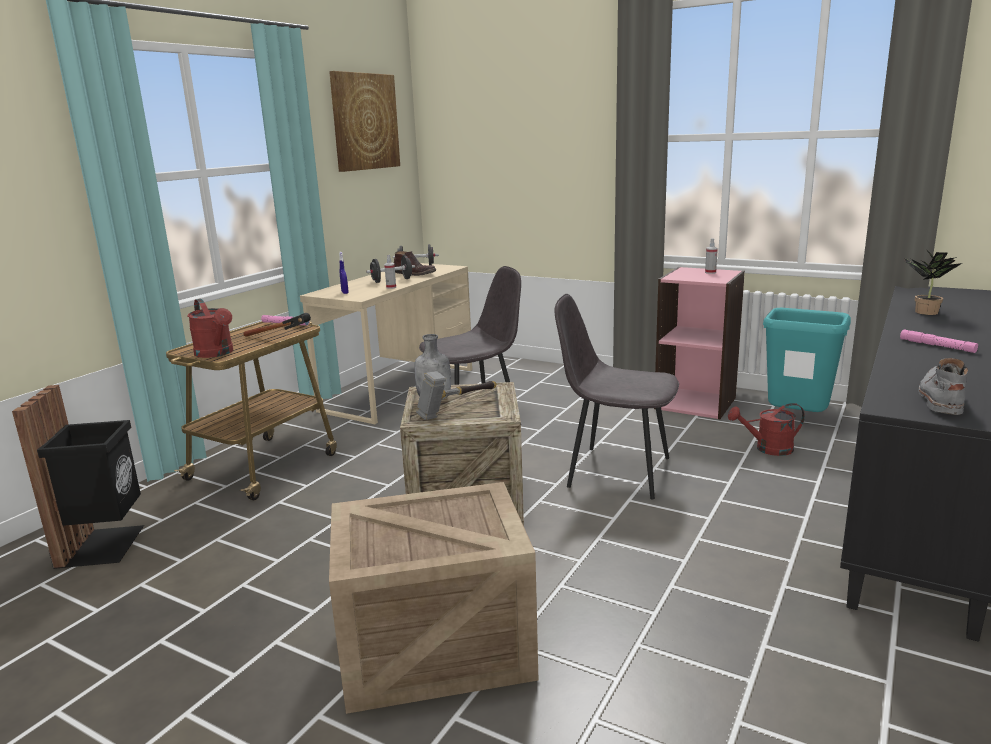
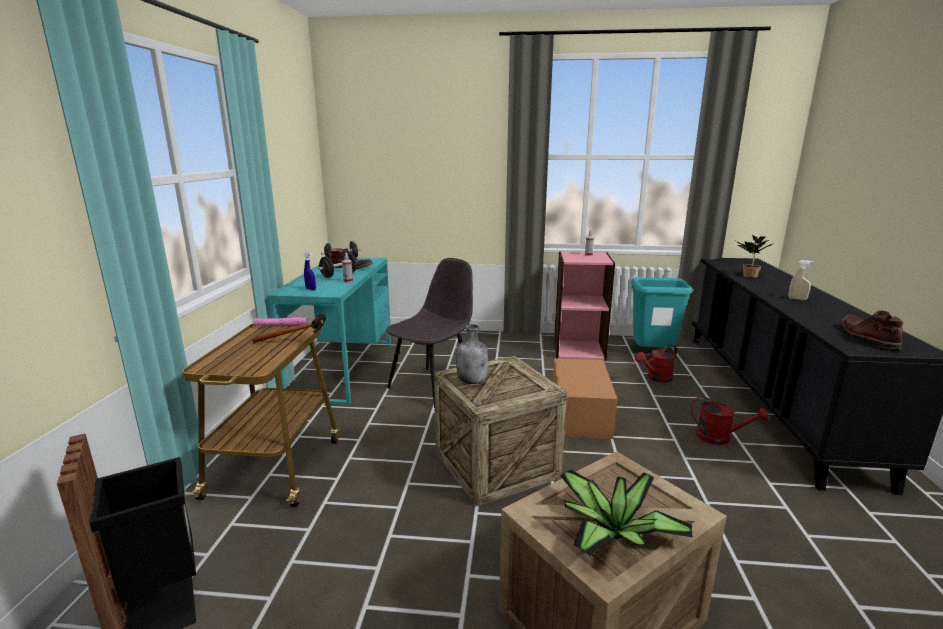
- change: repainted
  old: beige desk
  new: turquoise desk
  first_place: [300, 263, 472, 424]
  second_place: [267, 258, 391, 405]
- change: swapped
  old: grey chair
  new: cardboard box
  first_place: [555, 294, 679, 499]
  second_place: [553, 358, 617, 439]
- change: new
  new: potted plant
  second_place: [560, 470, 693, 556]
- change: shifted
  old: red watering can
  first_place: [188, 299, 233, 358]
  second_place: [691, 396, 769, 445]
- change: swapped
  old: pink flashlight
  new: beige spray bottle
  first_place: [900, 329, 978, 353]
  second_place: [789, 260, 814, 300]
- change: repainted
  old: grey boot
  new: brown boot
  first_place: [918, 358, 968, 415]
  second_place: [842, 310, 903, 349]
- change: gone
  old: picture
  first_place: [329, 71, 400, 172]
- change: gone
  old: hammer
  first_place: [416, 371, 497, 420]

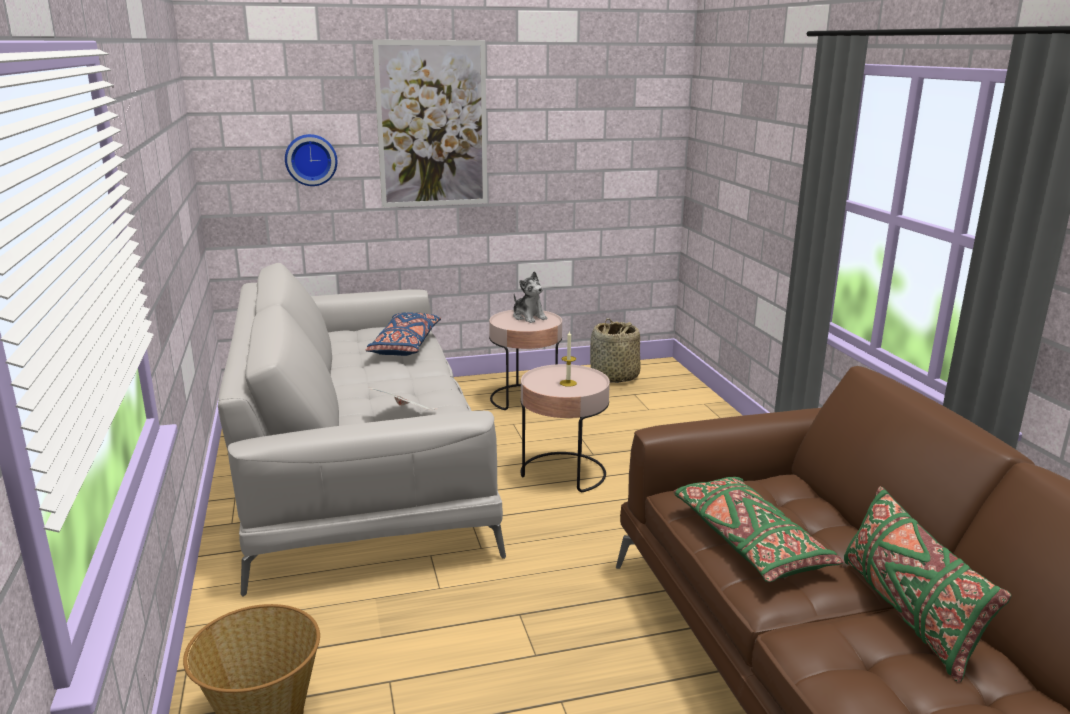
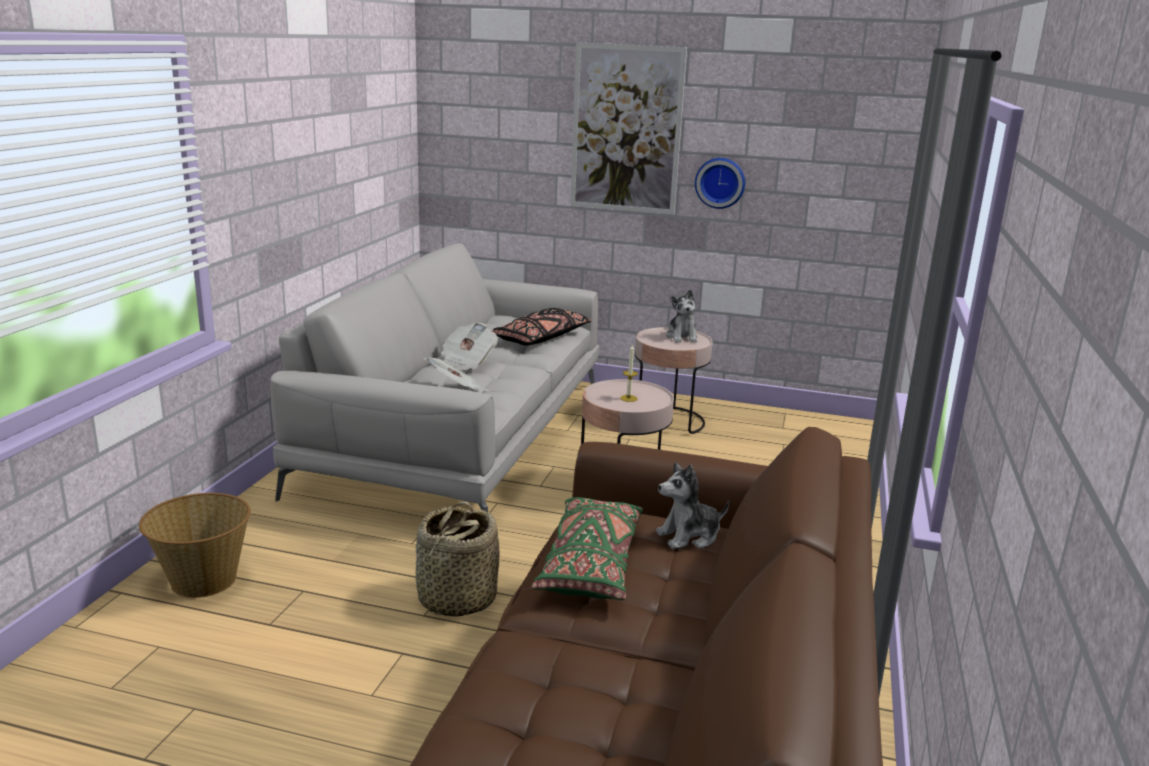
- change: shifted
  old: basket
  first_place: [590, 318, 640, 383]
  second_place: [416, 502, 500, 616]
- change: new
  new: newspaper
  second_place: [441, 323, 498, 370]
- change: repainted
  old: blue pillow
  new: black pillow
  first_place: [366, 312, 441, 356]
  second_place: [492, 308, 592, 346]
- change: new
  new: plush toy
  second_place: [656, 462, 729, 549]
- change: shifted
  old: wall clock
  first_place: [285, 134, 337, 186]
  second_place: [695, 158, 745, 209]
- change: gone
  old: green pillow
  first_place: [844, 486, 1011, 683]

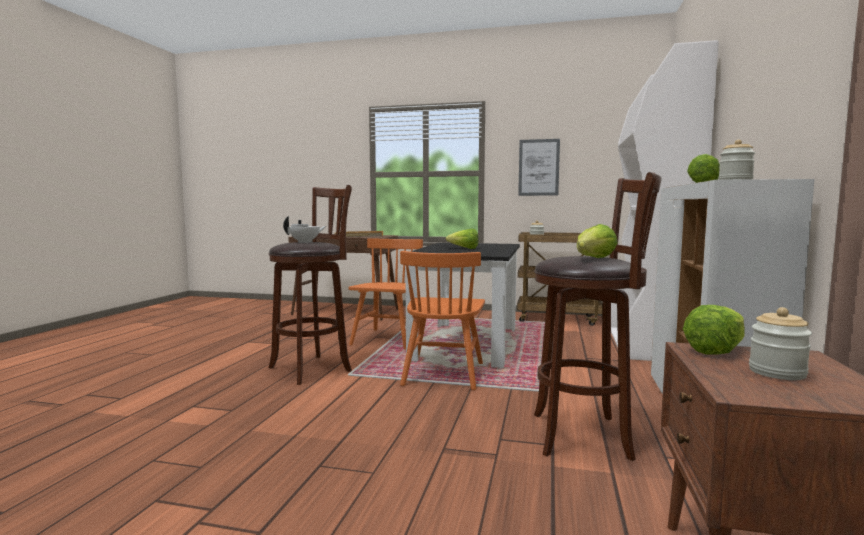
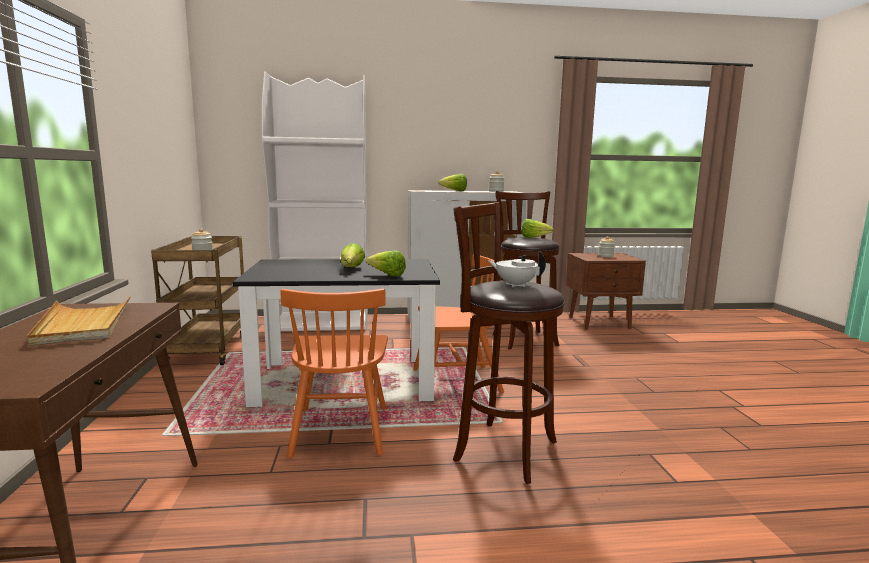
- change: rotated
  old: orange chair
  first_place: [349, 238, 423, 349]
  second_place: [280, 288, 388, 458]
  degrees: -90
- change: shifted
  old: lettuce
  first_place: [683, 305, 745, 355]
  second_place: [366, 250, 406, 277]
- change: gone
  old: picture
  first_place: [518, 139, 560, 196]

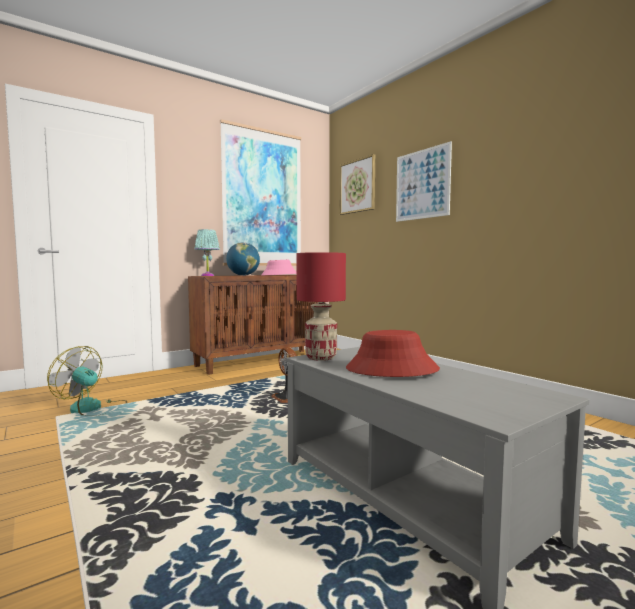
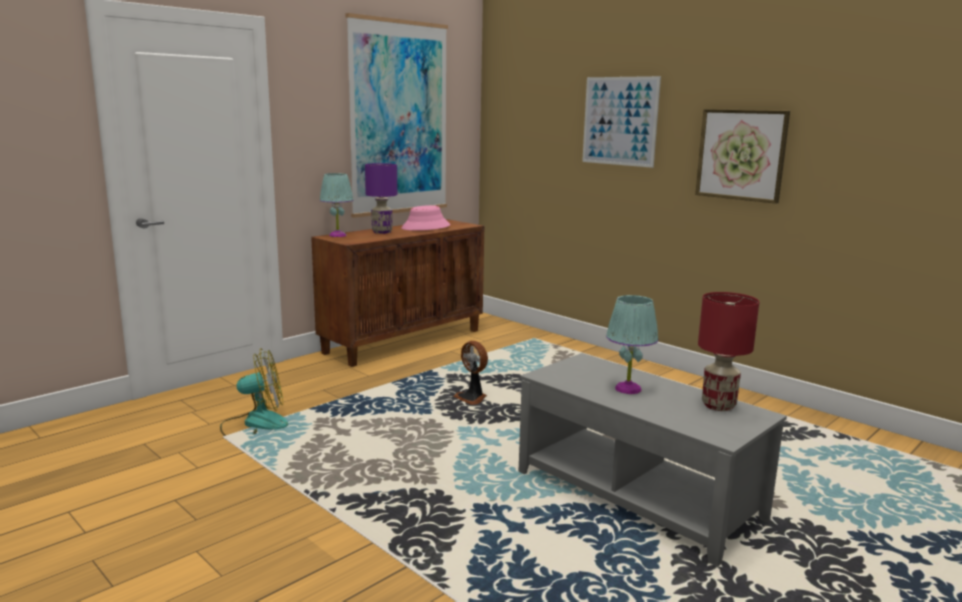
- change: rotated
  old: fan
  first_place: [47, 346, 127, 416]
  second_place: [220, 348, 288, 436]
  degrees: 150
- change: swapped
  old: globe
  new: purple table lamp
  first_place: [226, 242, 260, 276]
  second_place: [365, 163, 397, 234]
- change: swapped
  old: red hat
  new: turquoise table lamp
  first_place: [346, 330, 440, 377]
  second_place: [606, 295, 658, 394]
- change: shifted
  old: picture
  first_place: [339, 154, 375, 215]
  second_place: [695, 109, 790, 204]
- change: shifted
  old: red table lamp
  first_place: [296, 252, 346, 361]
  second_place: [698, 292, 759, 411]

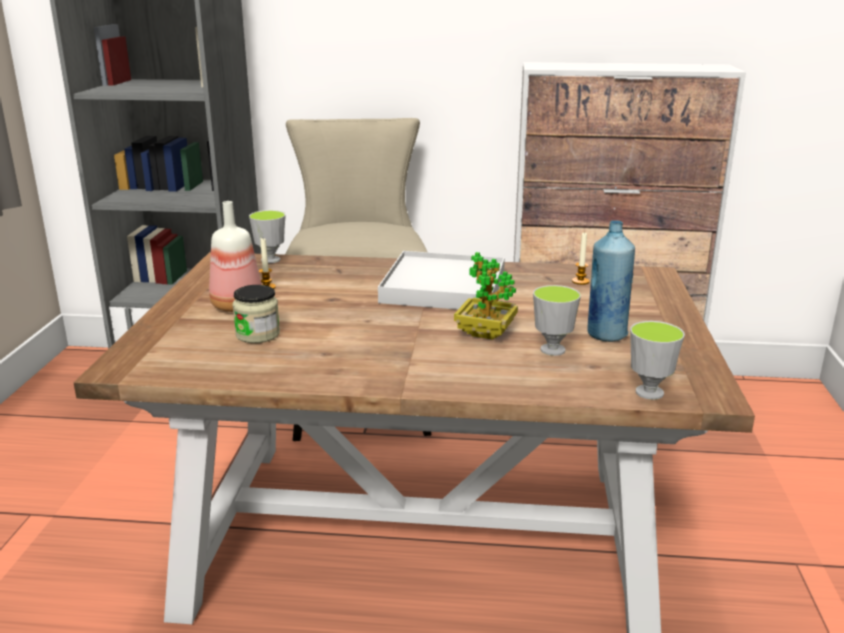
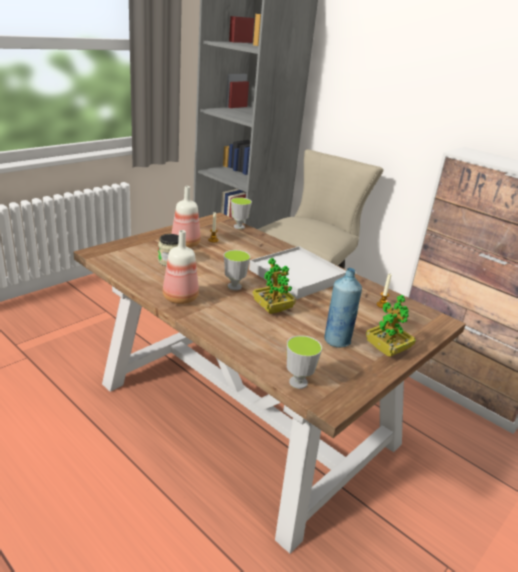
- change: new
  new: bottle
  second_place: [163, 230, 199, 304]
- change: shifted
  old: cup
  first_place: [533, 285, 581, 356]
  second_place: [224, 250, 251, 290]
- change: new
  new: potted plant
  second_place: [366, 295, 416, 356]

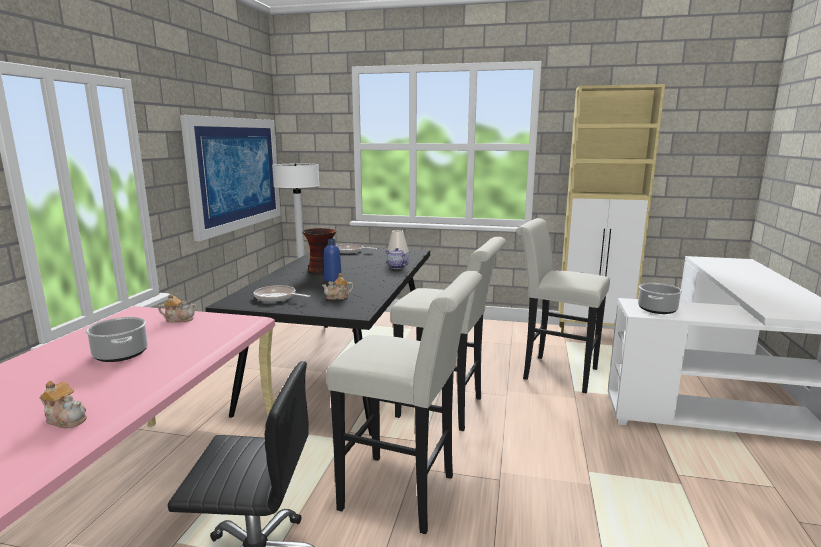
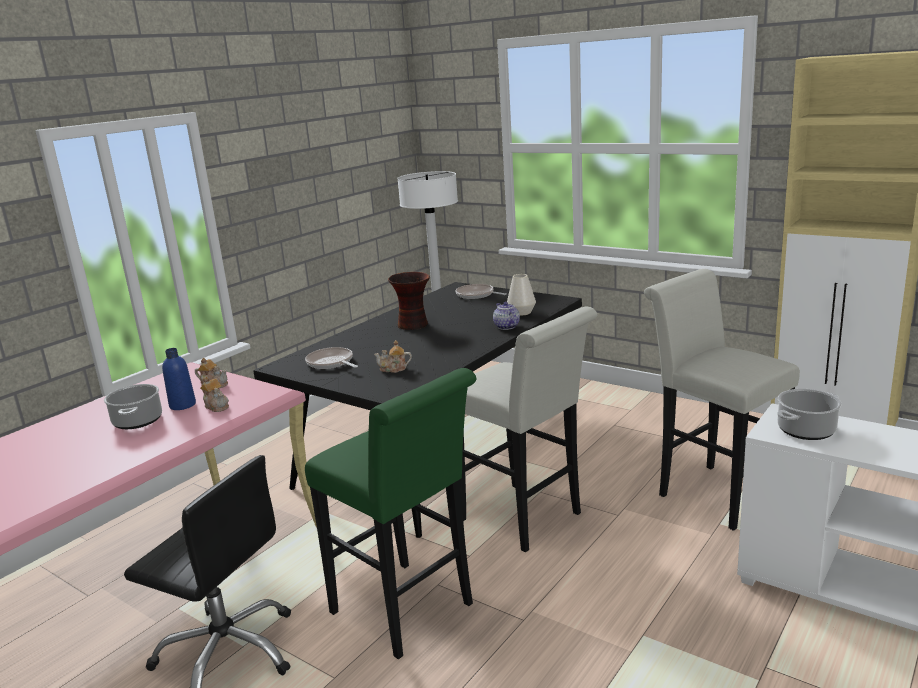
- change: shifted
  old: blue bottle
  first_place: [324, 239, 342, 282]
  second_place: [162, 348, 196, 410]
- change: shifted
  old: teapot
  first_place: [40, 380, 87, 428]
  second_place: [200, 377, 229, 412]
- change: repainted
  old: white stool
  new: green stool
  first_place: [326, 271, 482, 534]
  second_place: [305, 368, 476, 659]
- change: gone
  old: picture
  first_place: [180, 115, 281, 241]

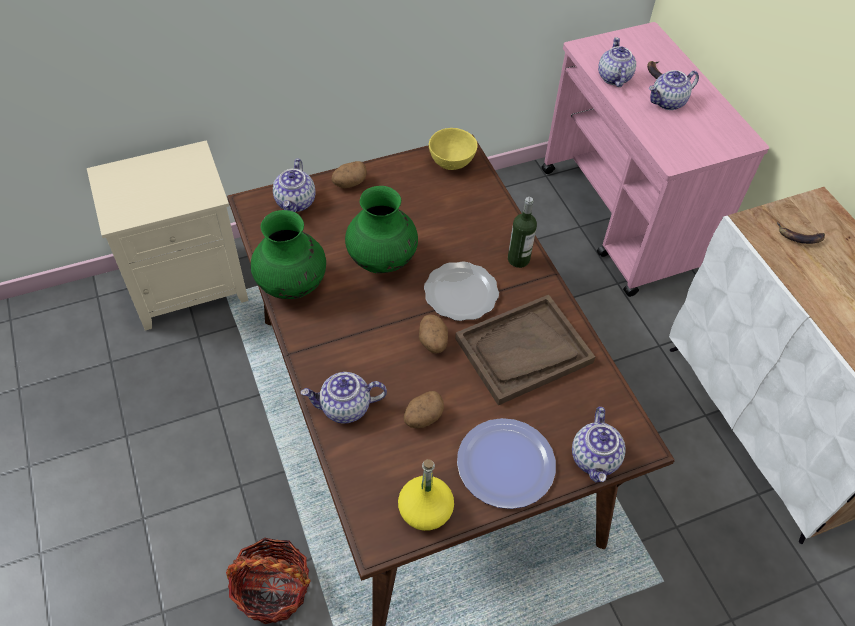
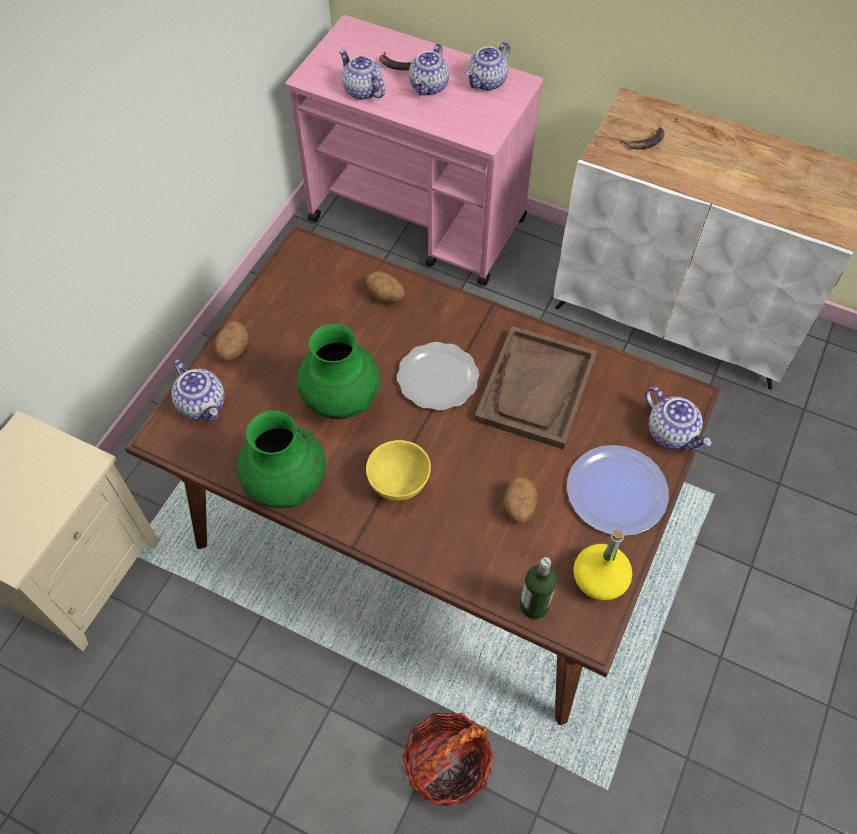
- change: shifted
  old: potato
  first_place: [419, 314, 448, 354]
  second_place: [366, 271, 405, 303]
- change: shifted
  old: yellow bowl
  first_place: [429, 128, 477, 170]
  second_place: [366, 440, 431, 501]
- change: shifted
  old: teapot
  first_place: [301, 372, 387, 424]
  second_place: [466, 42, 510, 91]
- change: shifted
  old: bottle
  first_place: [508, 197, 537, 268]
  second_place: [520, 557, 557, 619]

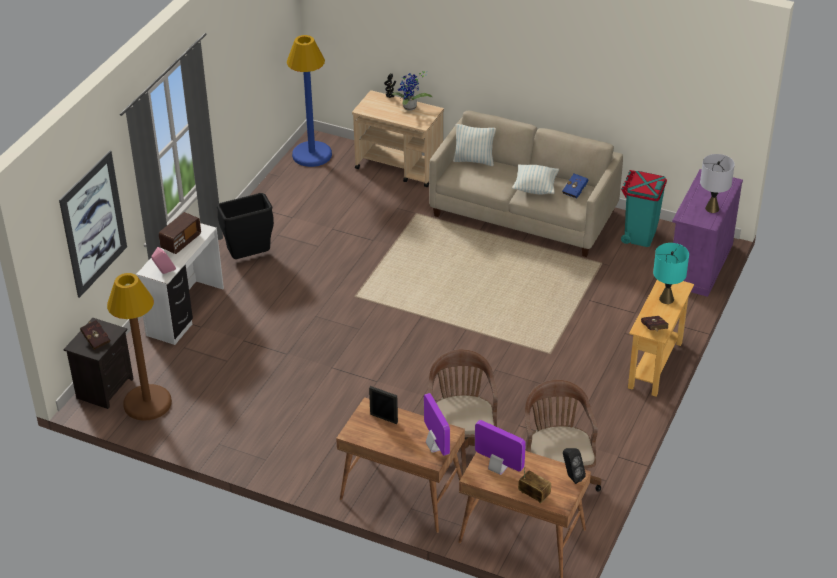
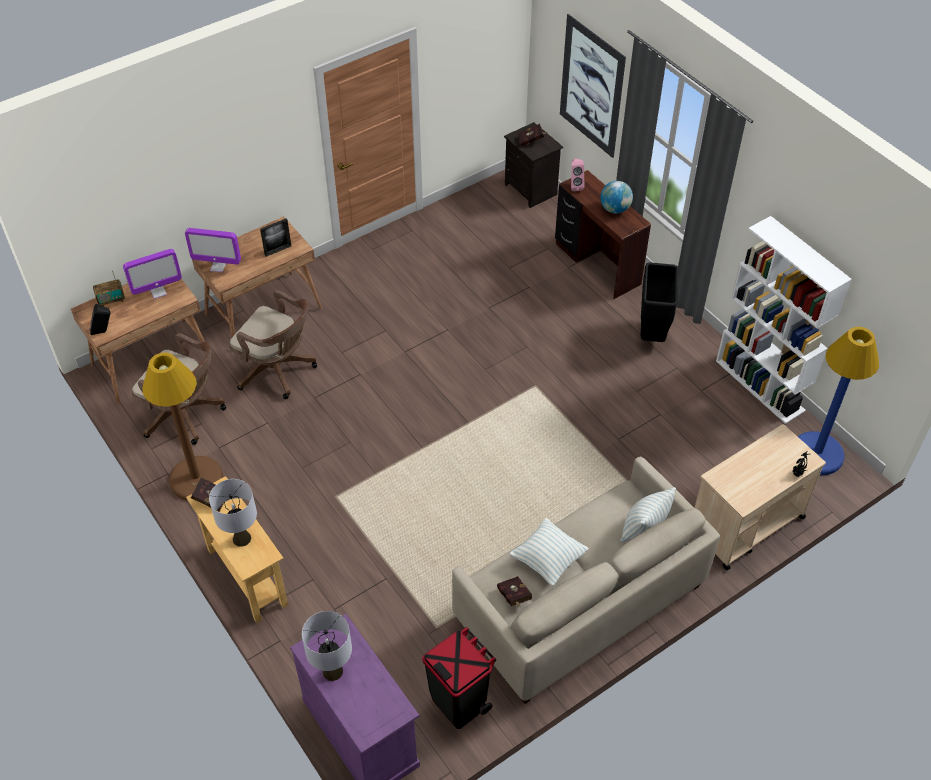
- change: shifted
  old: brown floor lamp
  first_place: [107, 273, 172, 421]
  second_place: [142, 352, 223, 501]
- change: repainted
  old: turquoise table lamp
  new: grey table lamp
  first_place: [653, 243, 689, 304]
  second_place: [209, 479, 257, 547]
- change: repainted
  old: turquoise trash can
  new: black trash can
  first_place: [621, 170, 667, 247]
  second_place: [422, 627, 497, 729]
- change: repainted
  old: blue book
  new: red book
  first_place: [562, 174, 588, 198]
  second_place: [497, 576, 532, 608]
- change: repainted
  old: white desk
  new: brown desk
  first_place: [136, 223, 224, 345]
  second_place: [555, 170, 651, 299]
- change: swapped
  old: radio
  new: globe
  first_place: [159, 212, 201, 254]
  second_place: [600, 181, 633, 214]
- change: new
  new: white bookcase
  second_place: [716, 216, 852, 424]
- change: gone
  old: potted plant
  first_place: [391, 71, 432, 111]

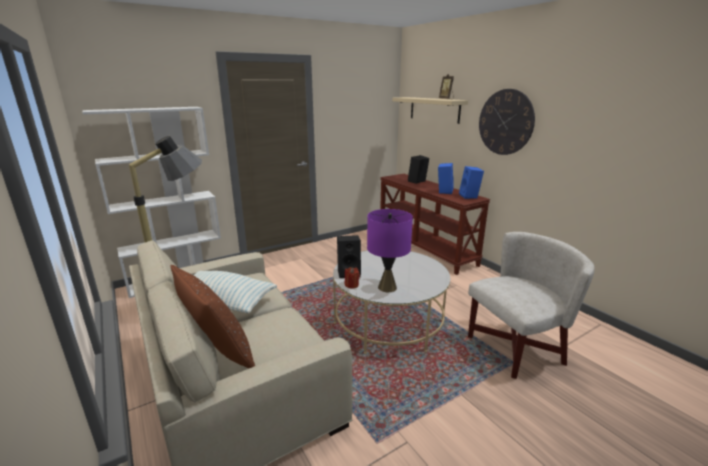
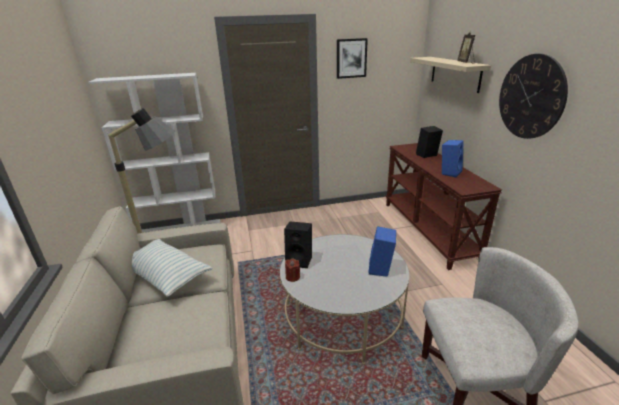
- change: new
  new: picture
  second_place: [337, 38, 368, 79]
- change: shifted
  old: blue speaker
  first_place: [459, 166, 484, 199]
  second_place: [368, 226, 396, 277]
- change: gone
  old: brown pillow
  first_place: [171, 265, 255, 369]
- change: gone
  old: purple table lamp
  first_place: [367, 209, 413, 292]

